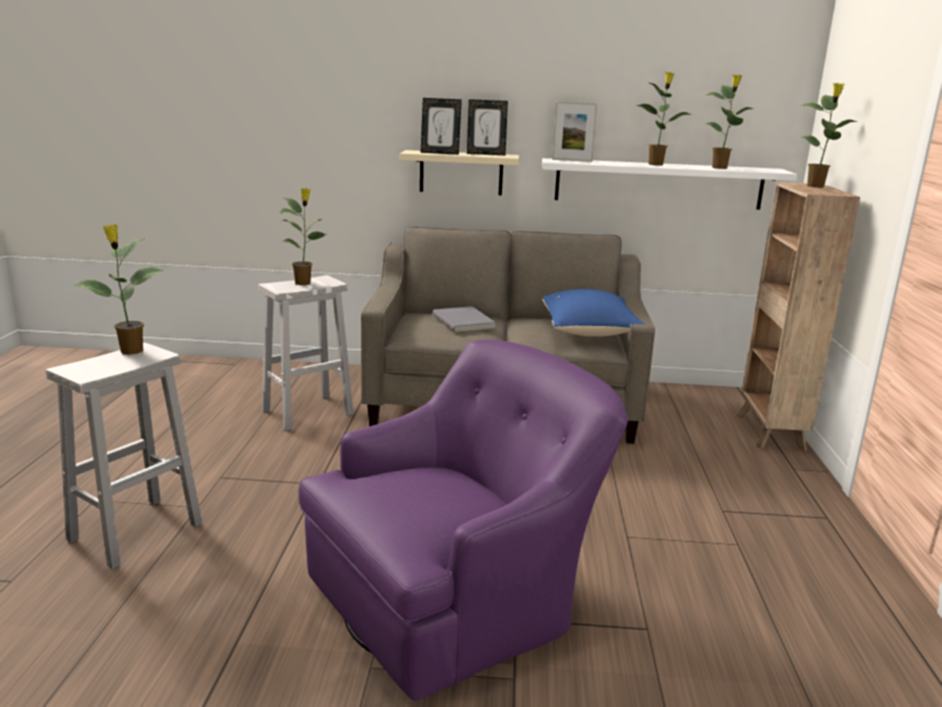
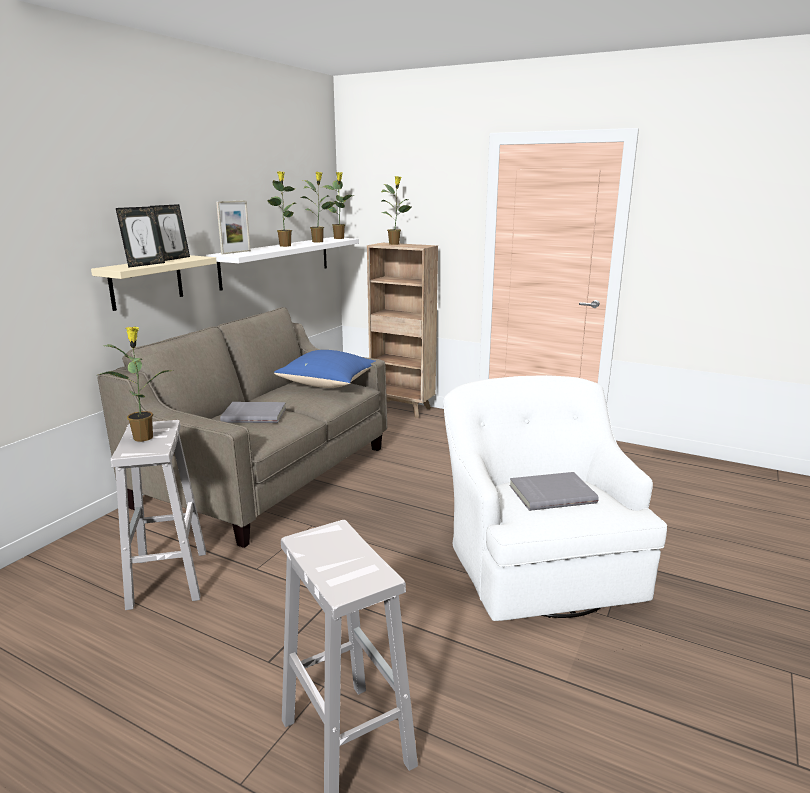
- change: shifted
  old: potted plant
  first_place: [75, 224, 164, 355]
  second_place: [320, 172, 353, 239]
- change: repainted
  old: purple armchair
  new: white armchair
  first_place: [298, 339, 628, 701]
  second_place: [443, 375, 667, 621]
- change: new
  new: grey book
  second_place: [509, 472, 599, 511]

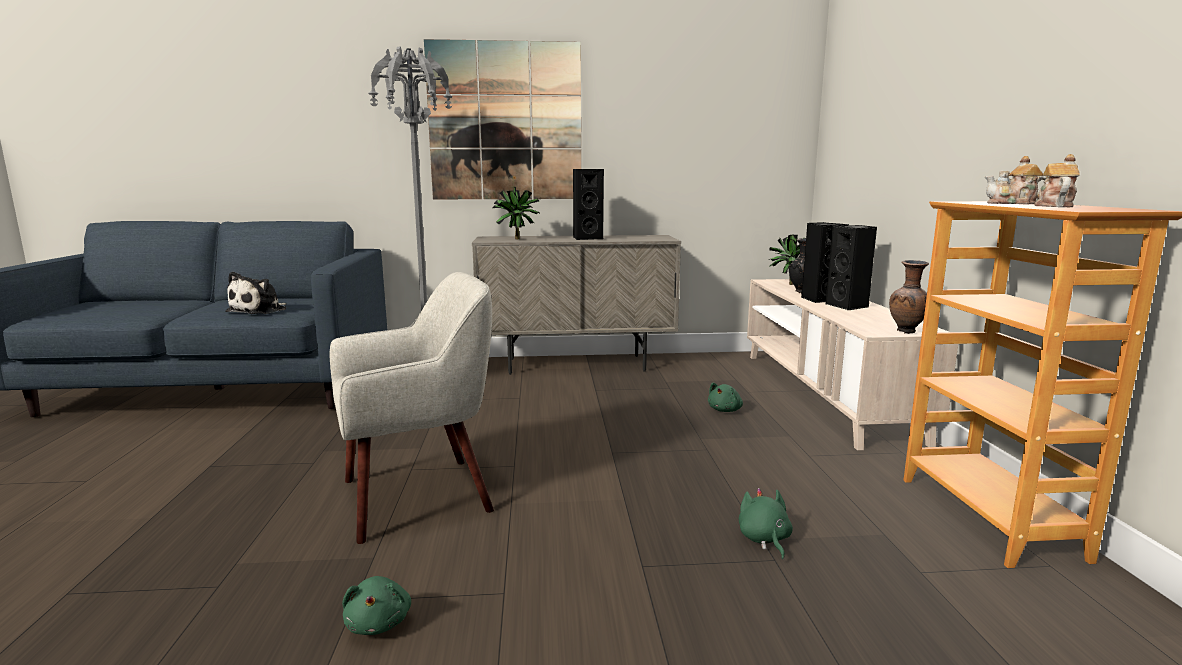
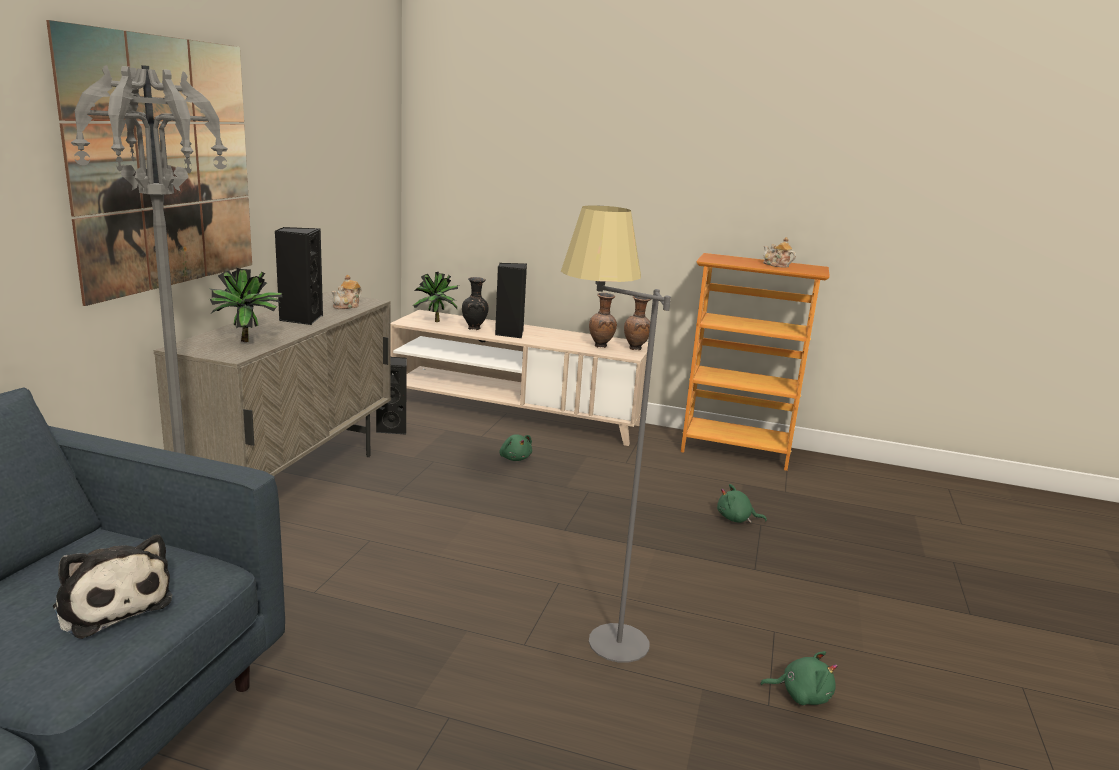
- change: shifted
  old: teapot
  first_place: [985, 156, 1046, 204]
  second_place: [331, 275, 362, 309]
- change: shifted
  old: black speaker
  first_place: [825, 225, 877, 310]
  second_place: [376, 357, 407, 435]
- change: swapped
  old: beige armchair
  new: grey floor lamp
  first_place: [330, 272, 494, 544]
  second_place: [561, 205, 671, 663]
- change: new
  new: brown vase
  second_place: [589, 293, 617, 348]

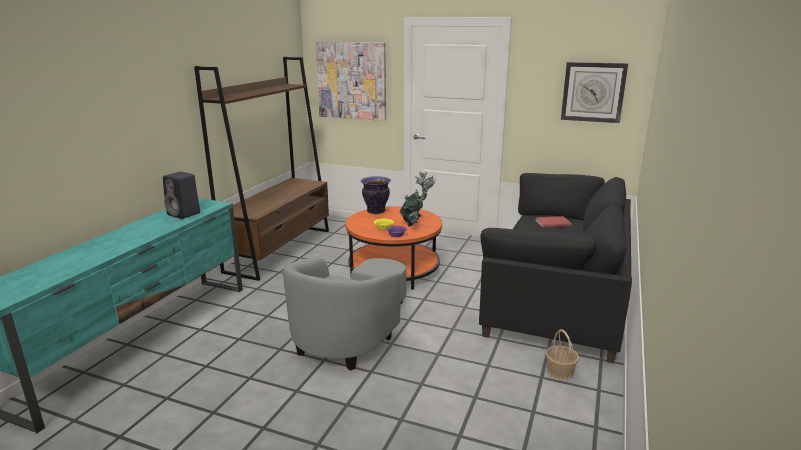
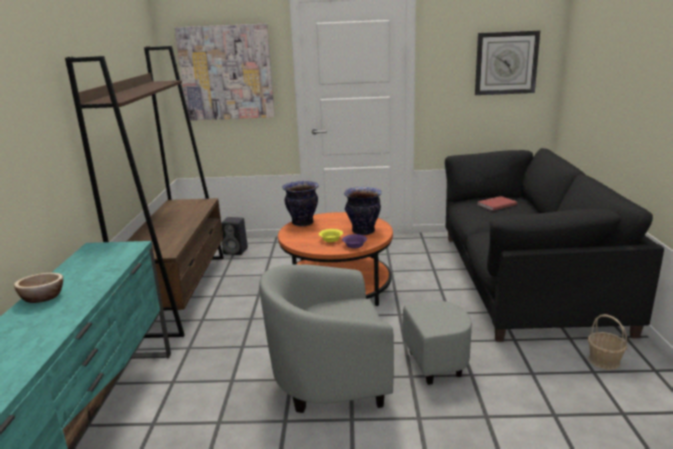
- change: new
  new: bowl
  second_place: [14, 273, 63, 303]
- change: shifted
  old: black speaker
  first_place: [163, 172, 200, 219]
  second_place: [221, 217, 248, 255]
- change: rotated
  old: grey armchair
  first_place: [283, 256, 406, 371]
  second_place: [259, 264, 472, 413]
  degrees: 75
- change: swapped
  old: potted plant
  new: vase
  first_place: [399, 171, 436, 227]
  second_place: [344, 187, 382, 235]

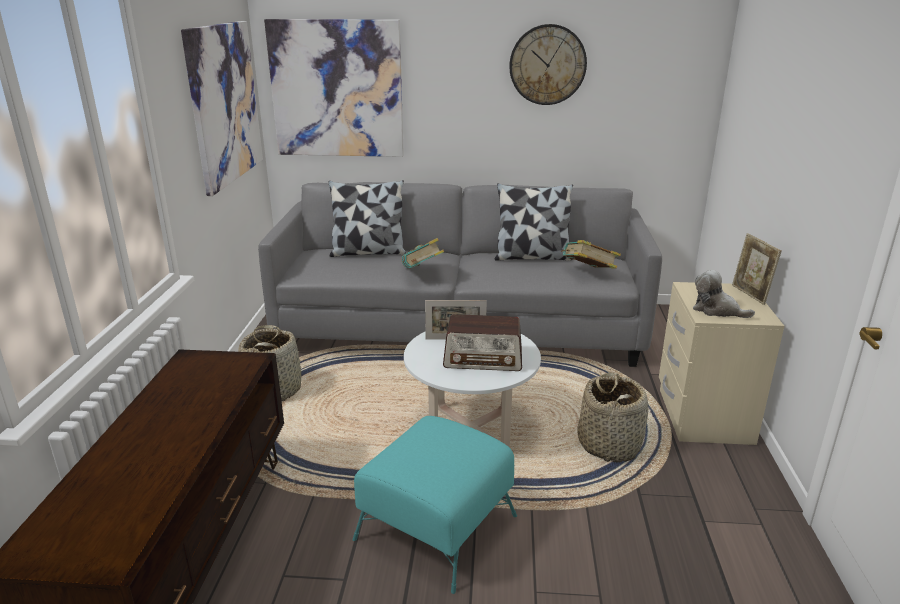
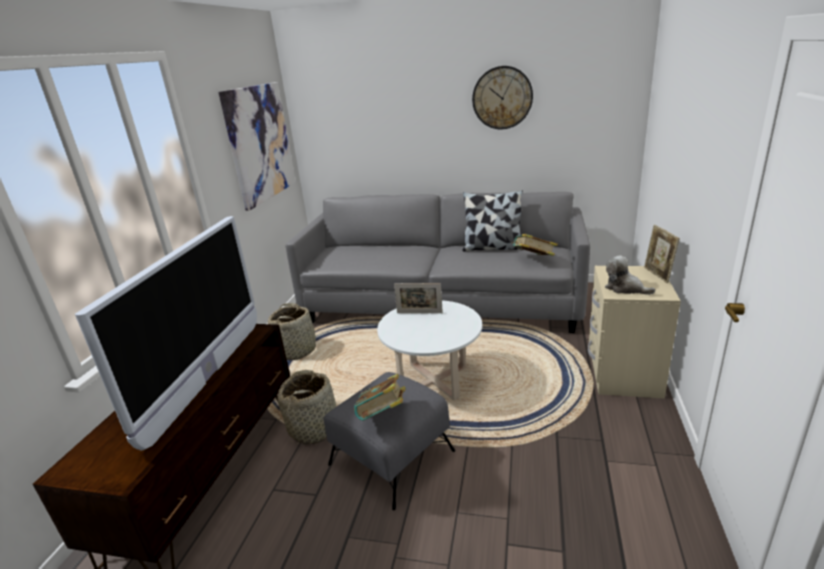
- change: new
  new: television
  second_place: [75, 216, 257, 451]
- change: shifted
  old: basket
  first_place: [577, 372, 648, 462]
  second_place: [278, 370, 337, 445]
- change: repainted
  old: turquoise ottoman
  new: grey ottoman
  first_place: [352, 416, 517, 594]
  second_place: [324, 372, 455, 510]
- change: shifted
  old: book
  first_place: [402, 238, 444, 268]
  second_place: [354, 374, 405, 421]
- change: gone
  old: picture
  first_place: [264, 19, 404, 157]
- change: gone
  old: pillow
  first_place: [328, 180, 406, 257]
- change: gone
  old: radio
  first_place: [443, 314, 522, 371]

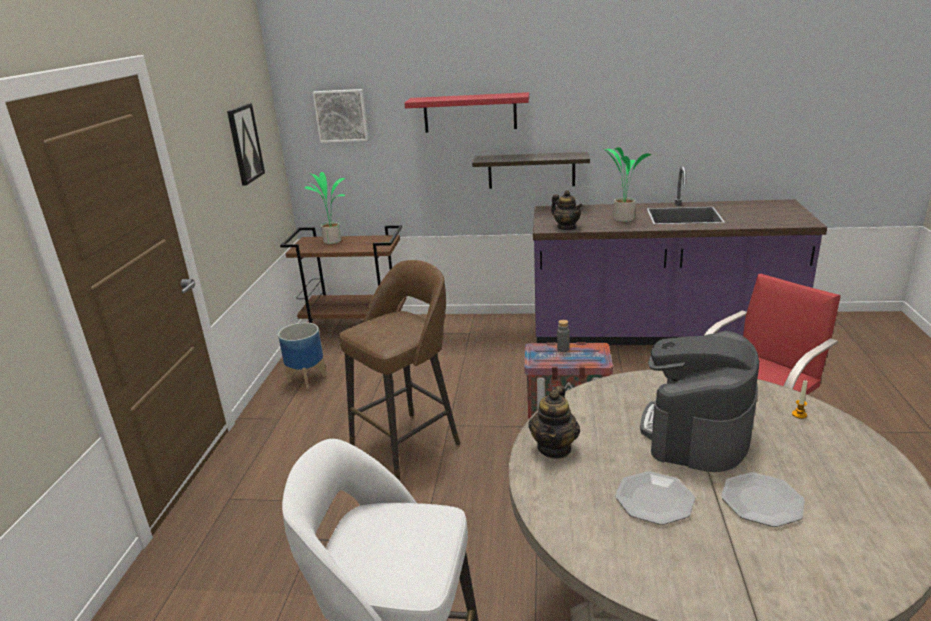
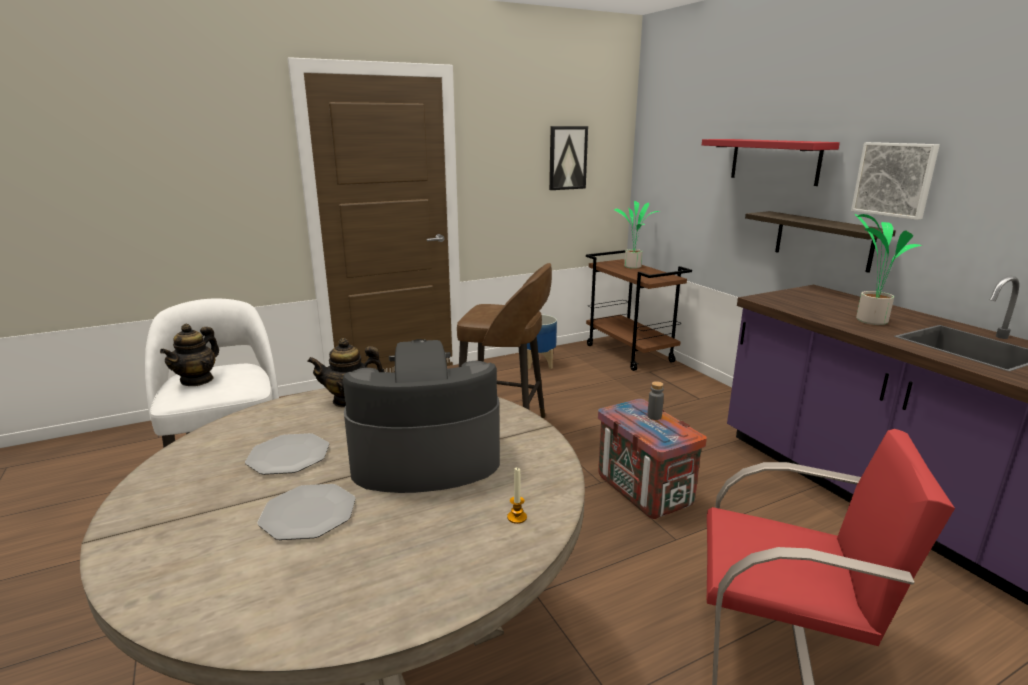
- change: shifted
  old: teapot
  first_place: [551, 190, 583, 230]
  second_place: [160, 324, 219, 386]
- change: shifted
  old: picture
  first_place: [312, 89, 369, 143]
  second_place: [851, 142, 940, 220]

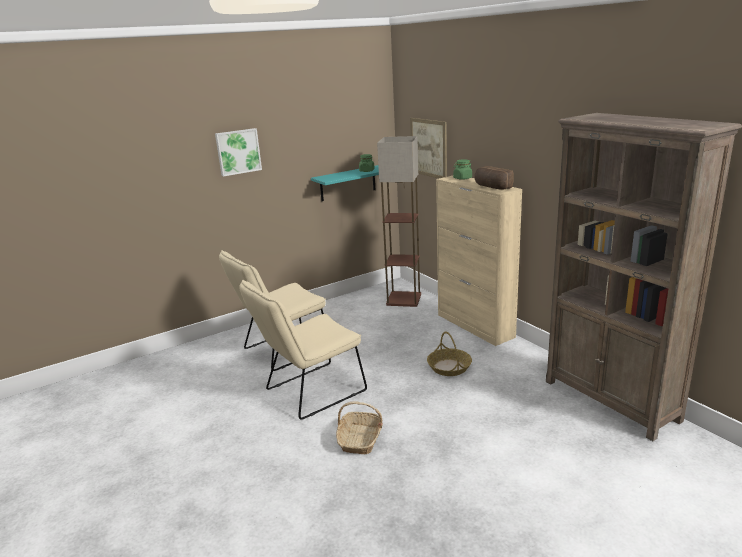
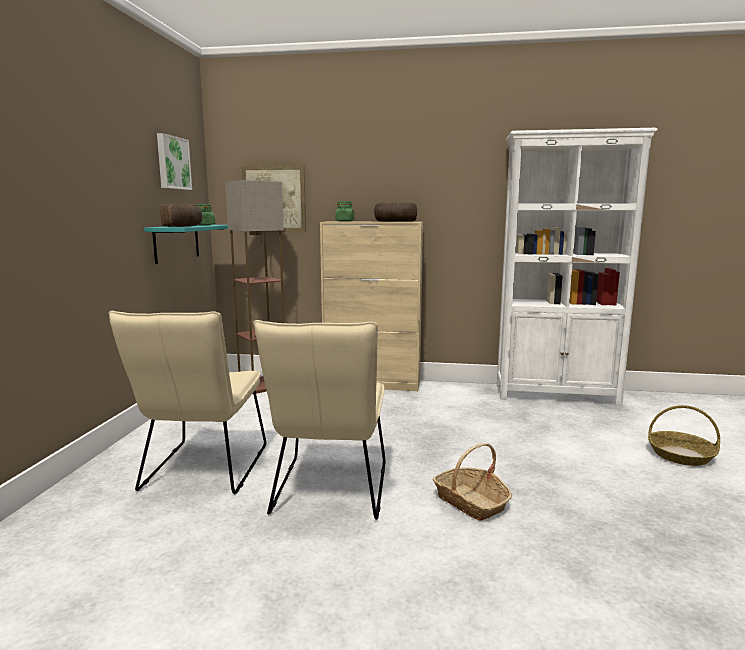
- change: shifted
  old: picture
  first_place: [215, 128, 262, 177]
  second_place: [157, 133, 192, 190]
- change: new
  new: bread
  second_place: [160, 204, 202, 227]
- change: repainted
  old: brown bookcase
  new: white bookcase
  first_place: [546, 113, 742, 441]
  second_place: [497, 128, 658, 406]
- change: shifted
  old: basket
  first_place: [427, 331, 472, 376]
  second_place: [648, 405, 720, 466]

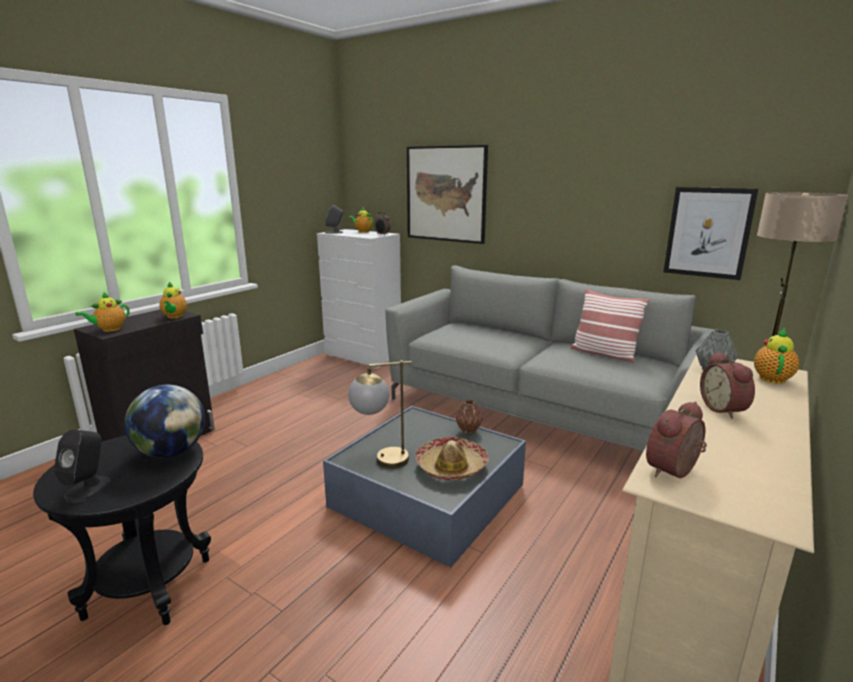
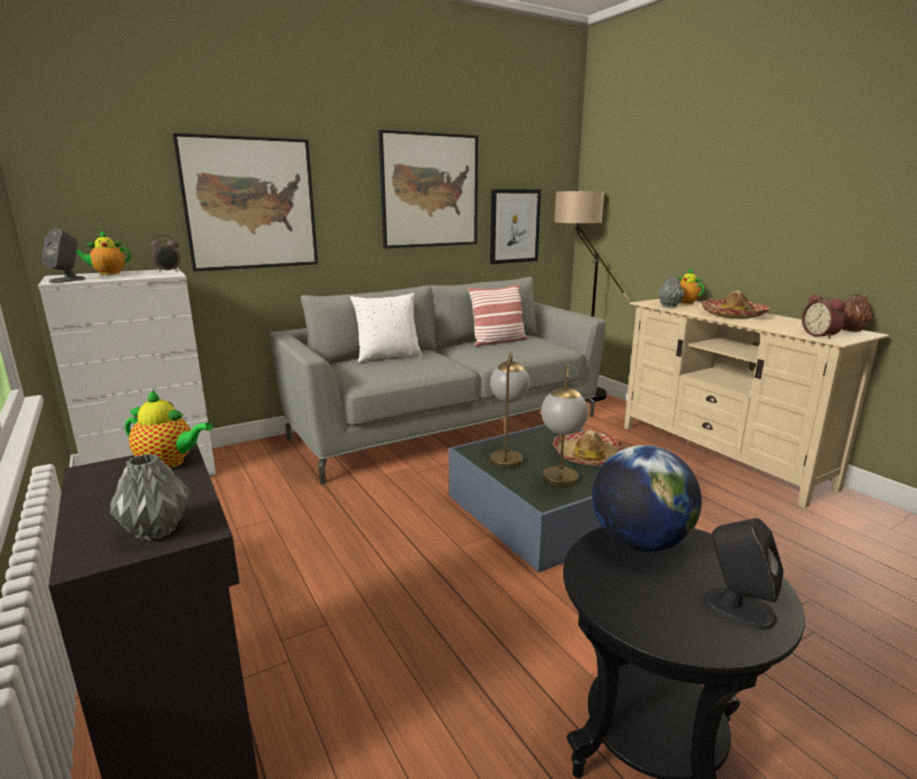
- change: swapped
  old: teapot
  new: grey vase
  first_place: [75, 292, 130, 332]
  second_place: [110, 454, 190, 541]
- change: new
  new: white pillow
  second_place: [350, 293, 422, 363]
- change: new
  new: picture
  second_place: [378, 130, 478, 249]
- change: new
  new: table lamp
  second_place: [490, 352, 530, 469]
- change: swapped
  old: alarm clock
  new: hat
  first_place: [700, 352, 755, 419]
  second_place: [701, 291, 770, 319]
- change: shifted
  old: brown vase
  first_place: [455, 400, 483, 434]
  second_place: [842, 295, 873, 332]

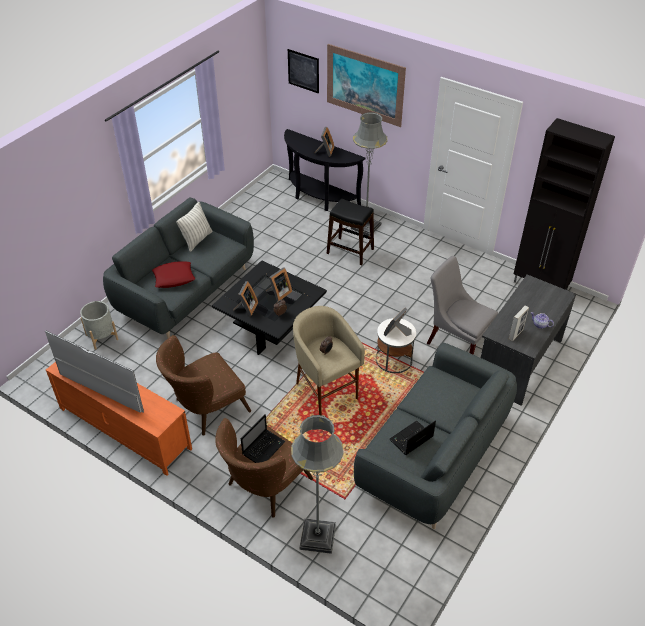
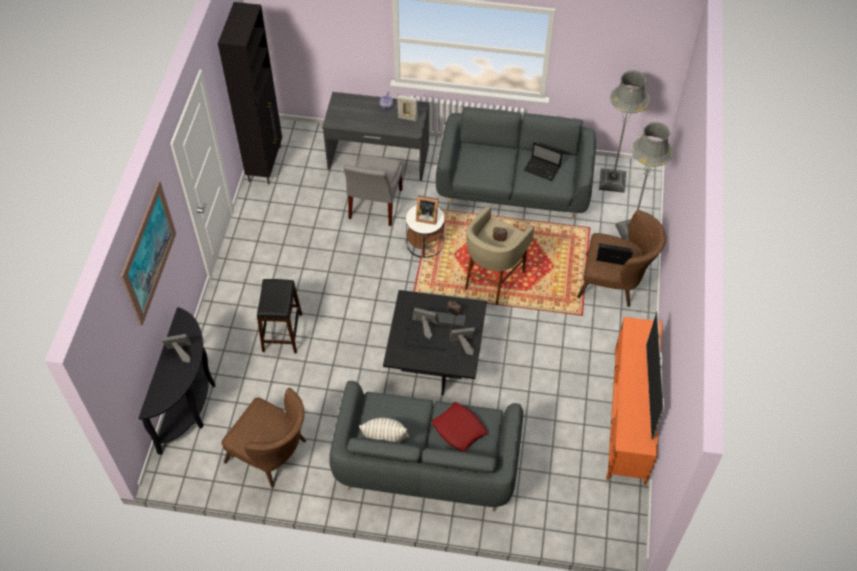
- change: shifted
  old: brown armchair
  first_place: [156, 335, 251, 436]
  second_place: [221, 388, 306, 488]
- change: shifted
  old: grey floor lamp
  first_place: [351, 112, 388, 236]
  second_place: [599, 70, 650, 193]
- change: gone
  old: grey planter
  first_place: [80, 301, 118, 350]
- change: gone
  old: picture
  first_place: [288, 49, 319, 93]

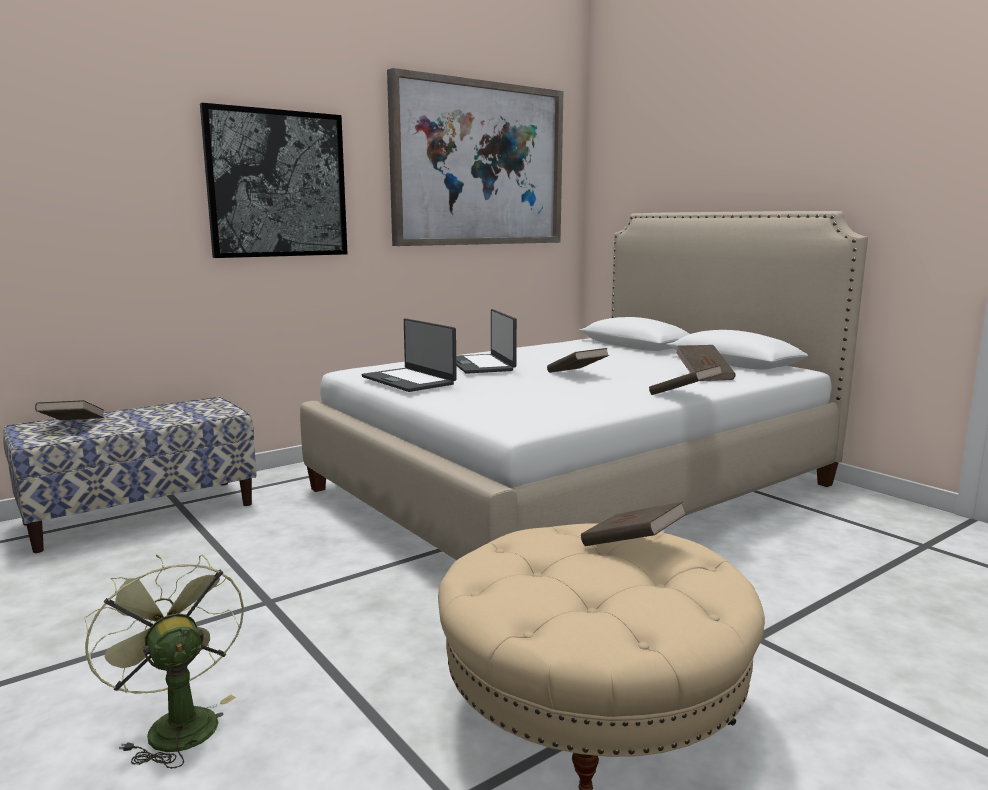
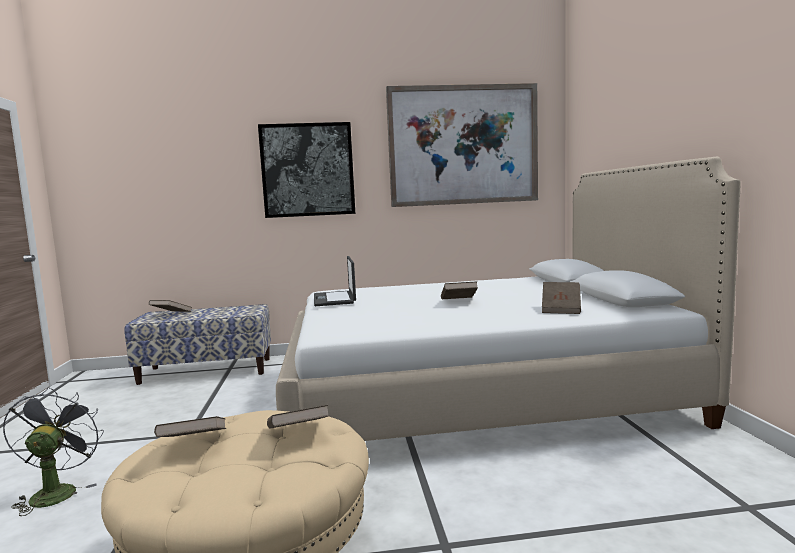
- change: repainted
  old: green fan
  new: grey fan
  first_place: [84, 555, 244, 769]
  second_place: [3, 387, 104, 516]
- change: shifted
  old: brown book
  first_place: [649, 365, 723, 395]
  second_place: [154, 416, 226, 437]
- change: gone
  old: laptop
  first_place: [456, 309, 517, 374]

